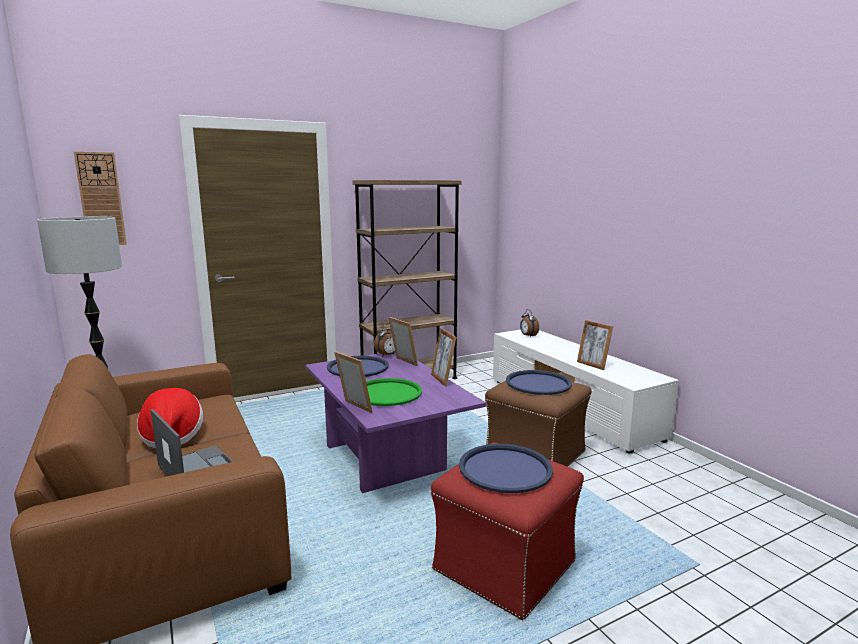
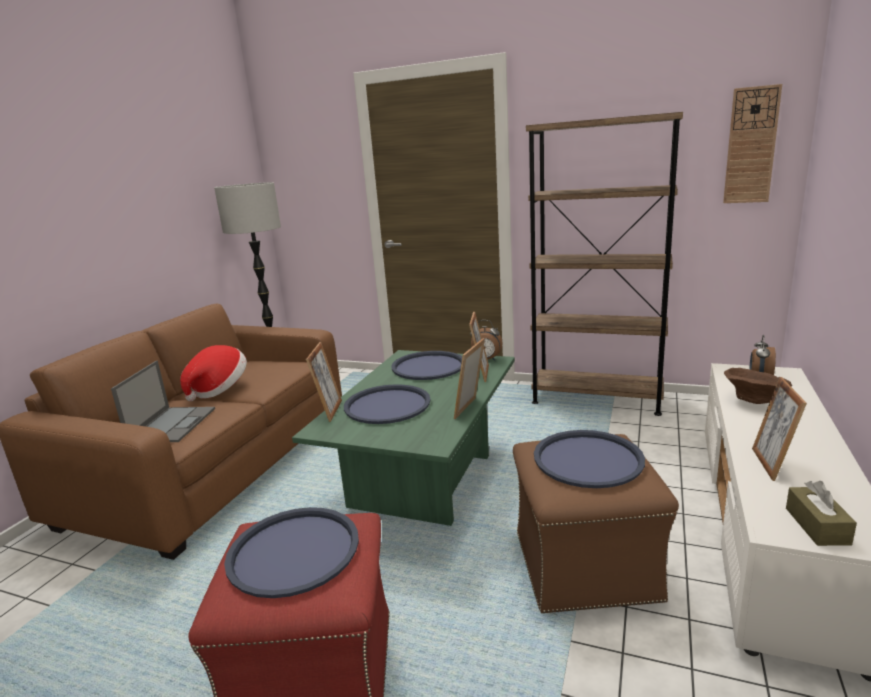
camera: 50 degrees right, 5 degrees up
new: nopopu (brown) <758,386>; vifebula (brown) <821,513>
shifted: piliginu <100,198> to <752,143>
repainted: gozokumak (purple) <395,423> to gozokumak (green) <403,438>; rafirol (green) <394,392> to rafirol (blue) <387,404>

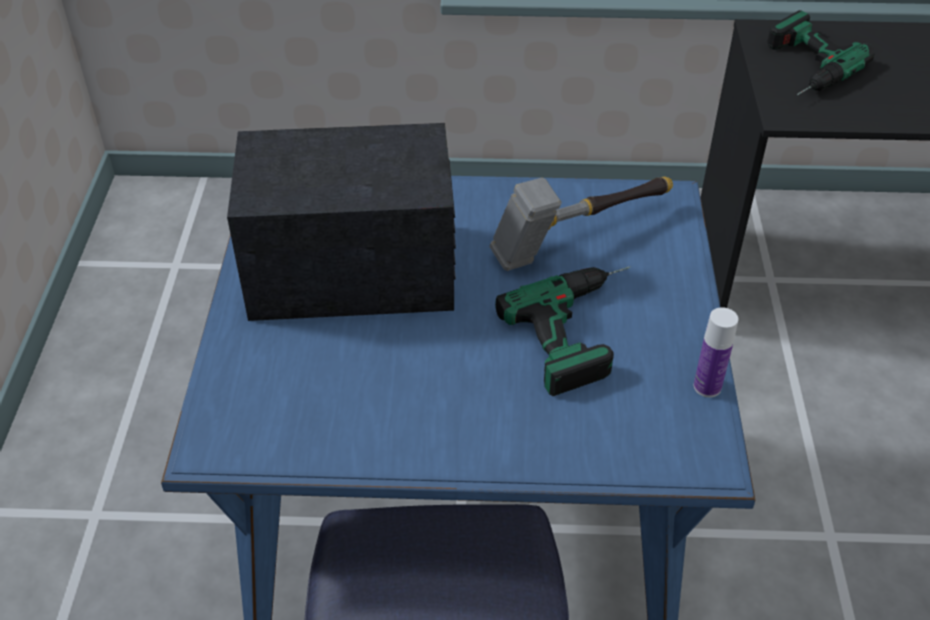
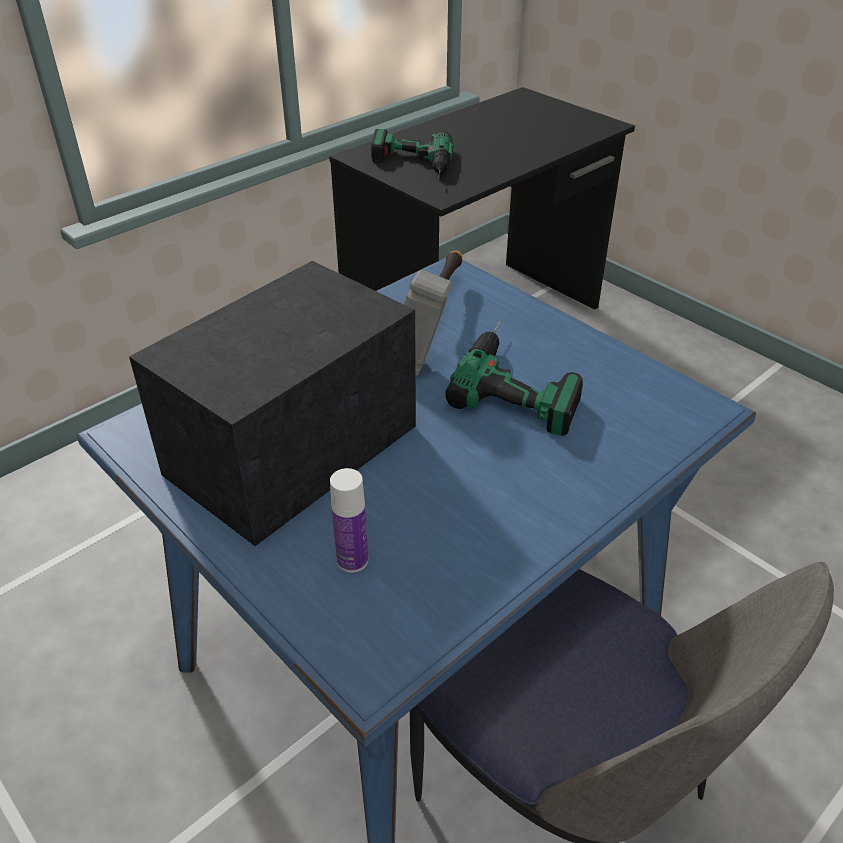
camera: 45 degrees left, 5 degrees down
shifted: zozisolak <716,352> to <349,520>

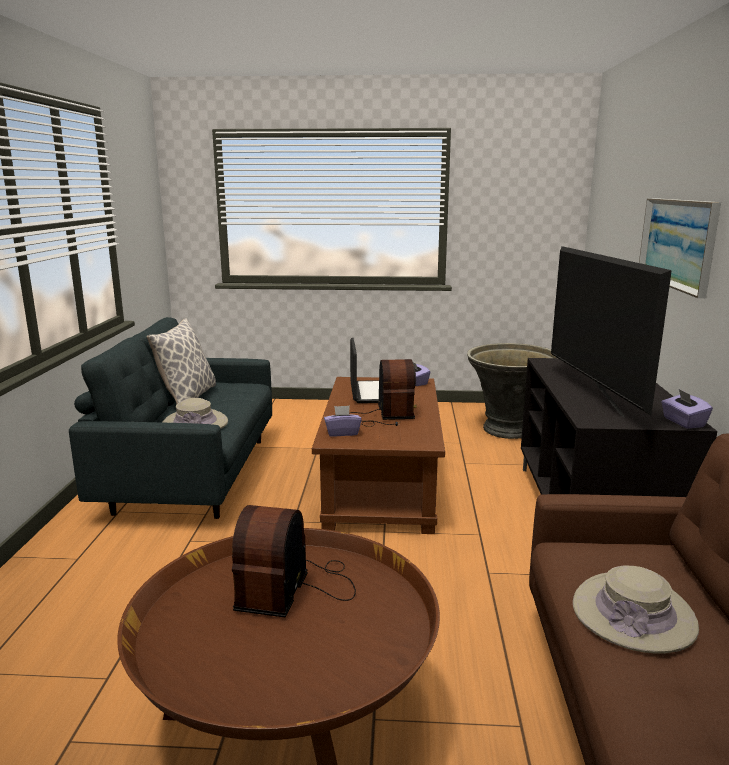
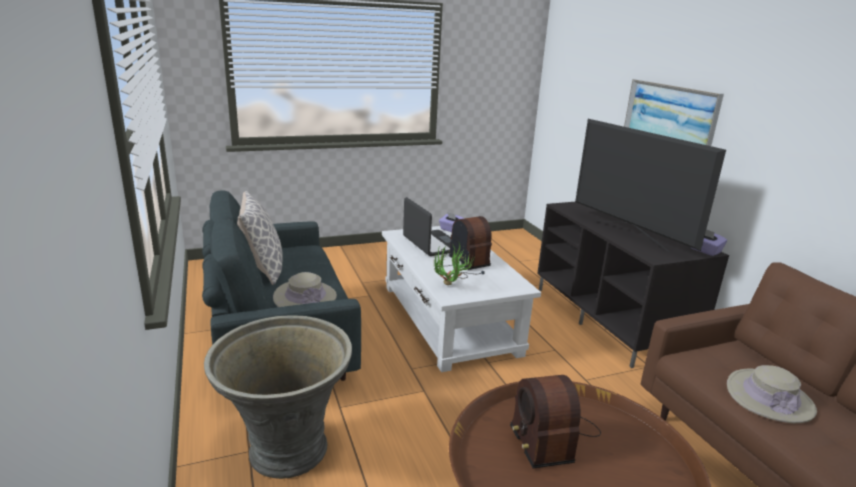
camera: 25 degrees left, 5 degrees up
shifted: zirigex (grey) <512,391> to <278,397>
swapped: vifebula (purple) <343,421> to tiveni <453,264>
repainted: gozokumak (brown) <378,455> to gozokumak (white) <461,299>

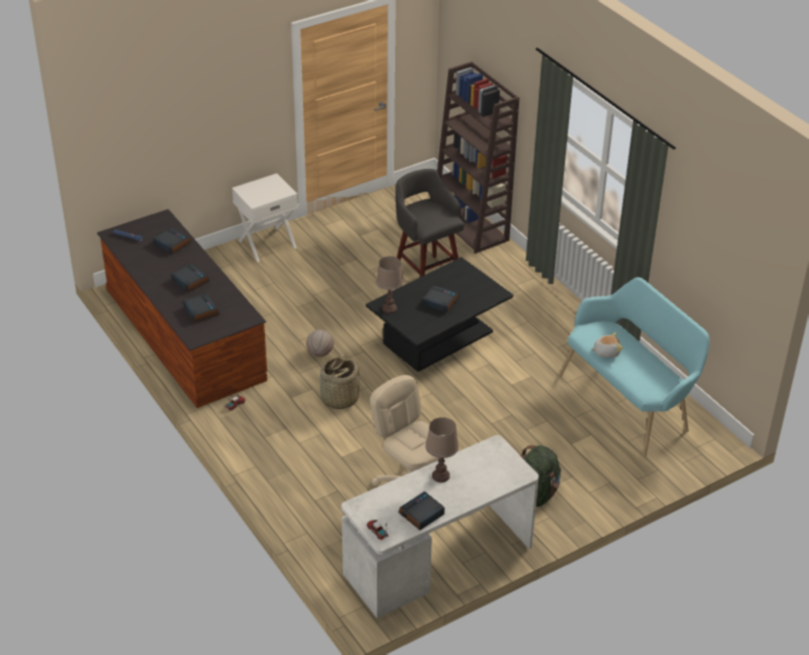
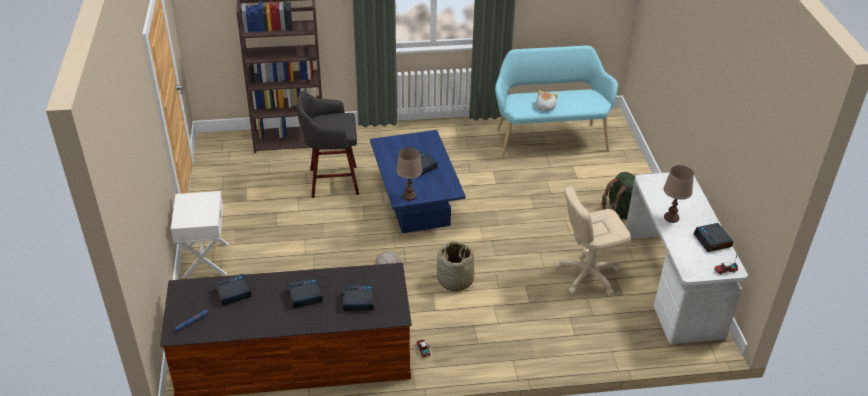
camera: 65 degrees left, 0 degrees up
repainted: gozokumak (black) <439,314> to gozokumak (blue) <418,181>

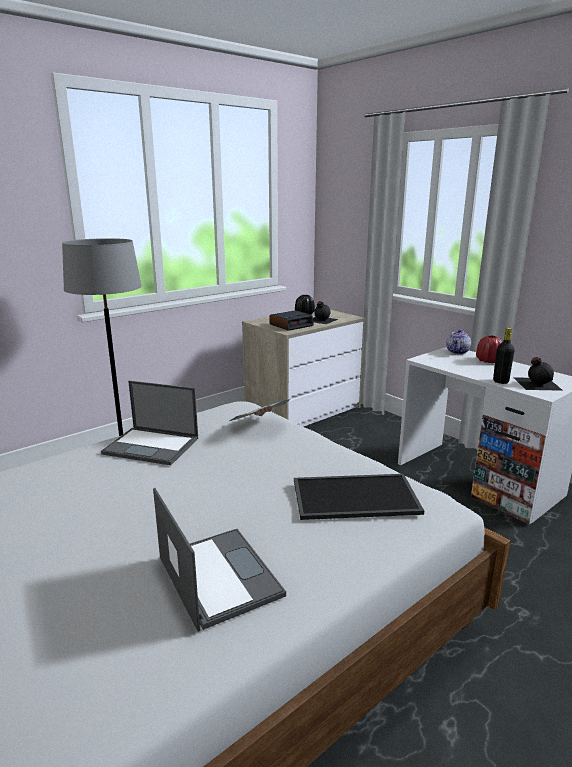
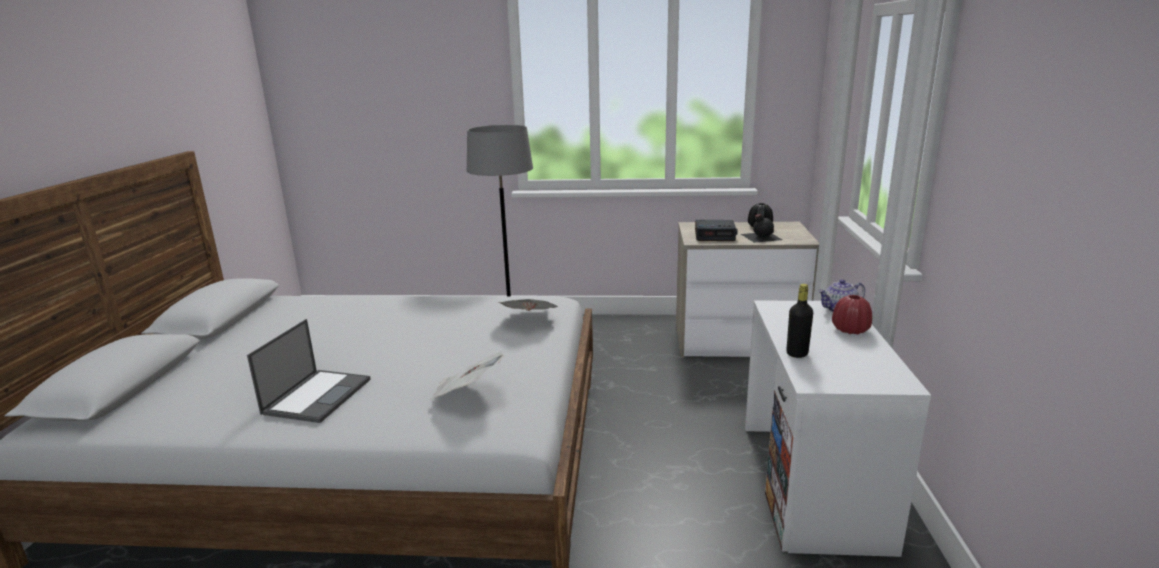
camera: 45 degrees right, 0 degrees up
gone: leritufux <149,423>; zozisolak (black) <538,374>
swapped: rafirol <359,497> to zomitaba <467,375>

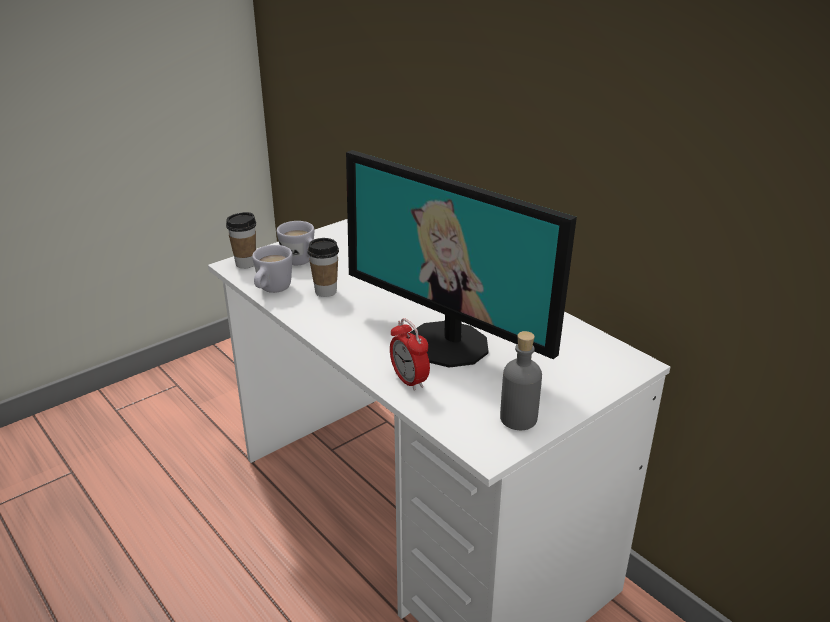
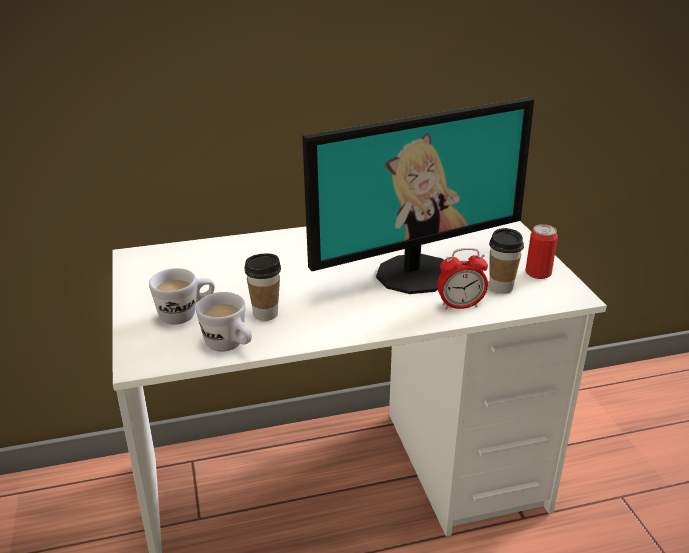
camera: 65 degrees left, 0 degrees up
shifted: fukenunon <241,240> to <506,261>
swapped: zozisolak (grey) <521,380> to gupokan <541,251>

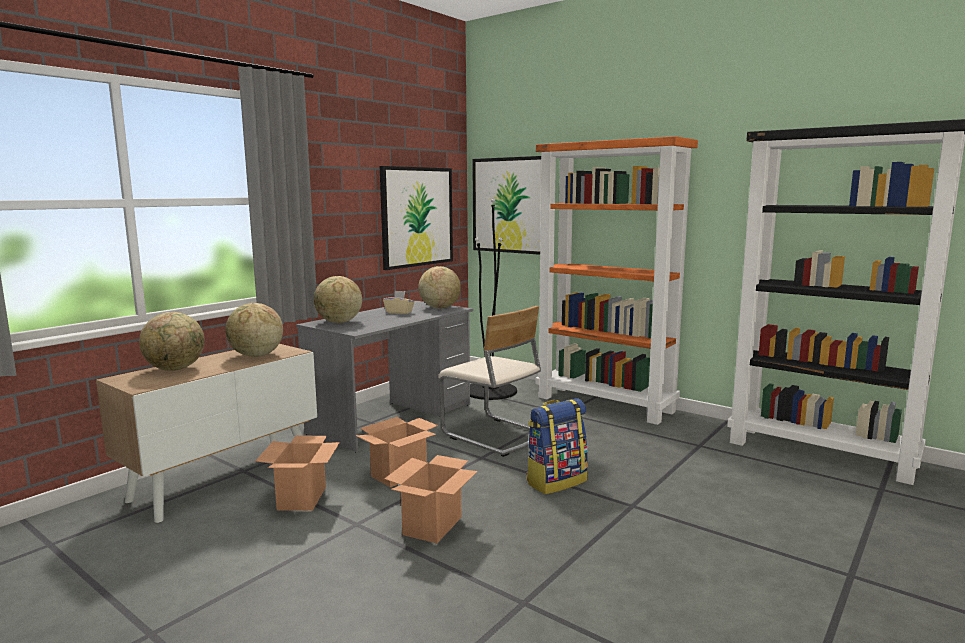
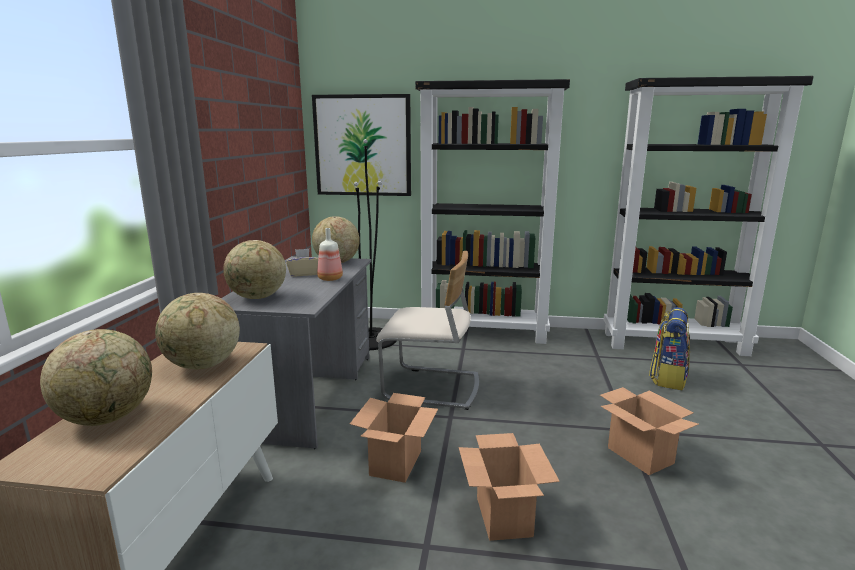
camera: 30 degrees left, 5 degrees up
gone: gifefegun <416,218>
new: zozisolak <330,254>
shifted: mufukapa <298,473> to <649,431>; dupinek <557,446> to <669,348>
repainted: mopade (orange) <617,280> to mopade (black) <492,211>

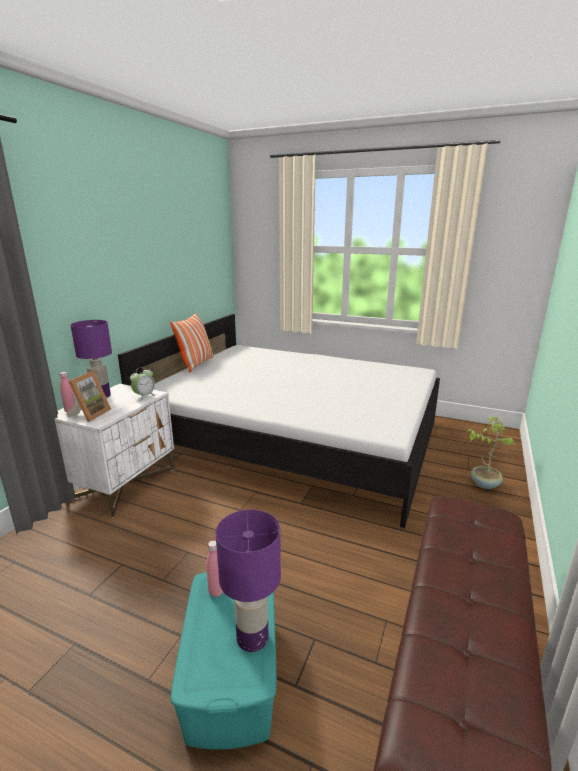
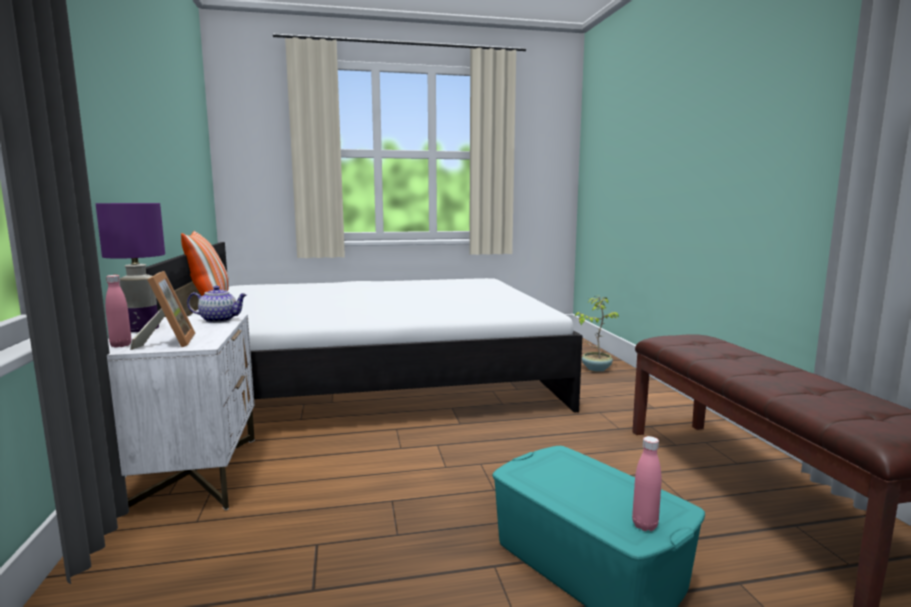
camera: 35 degrees left, 10 degrees down
gone: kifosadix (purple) <248,581>
shifted: zozisolak (pink) <214,569> to <647,483>
swapped: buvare <143,384> to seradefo <217,304>

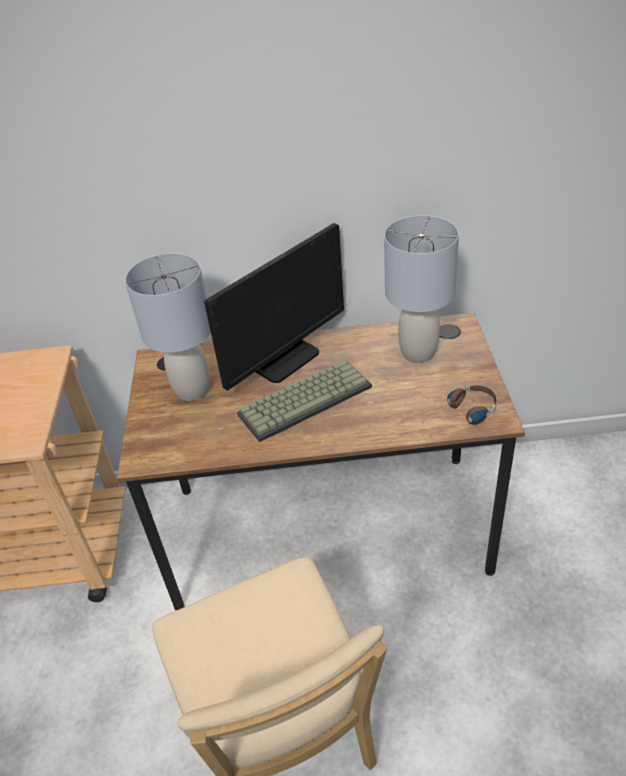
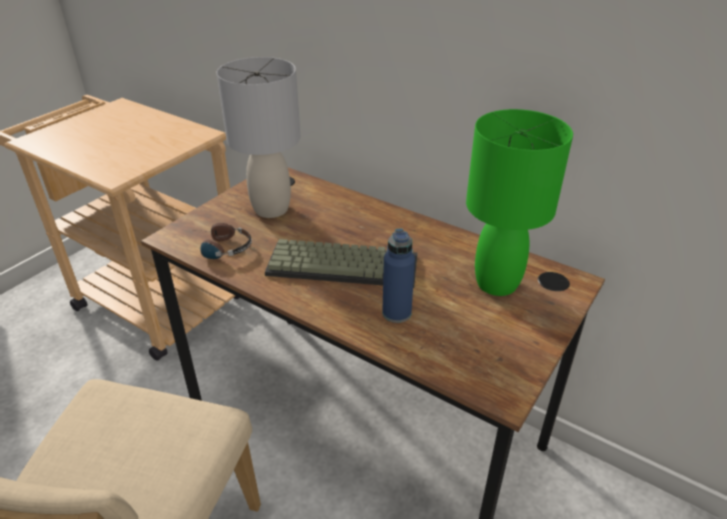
camera: 35 degrees right, 5 degrees down
gone: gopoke <274,307>
new: zozisolak (blue) <398,276>
shifted: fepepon <465,405> to <224,241>
repainted: kifosadix (grey) <421,289> to kifosadix (green) <519,202>

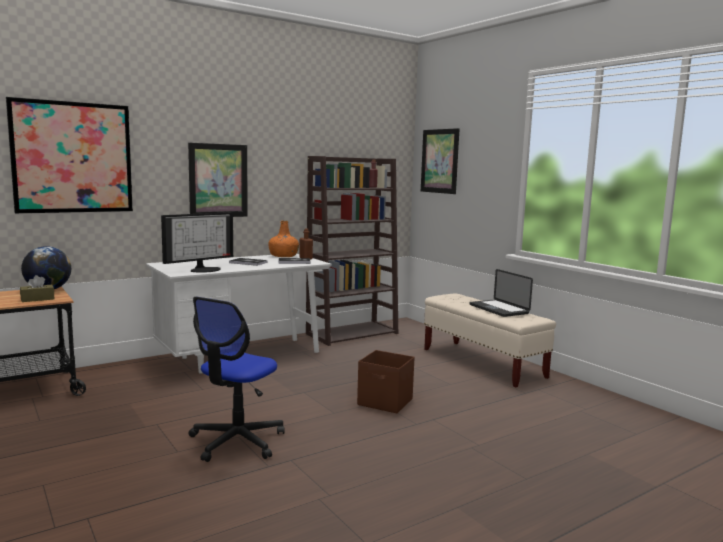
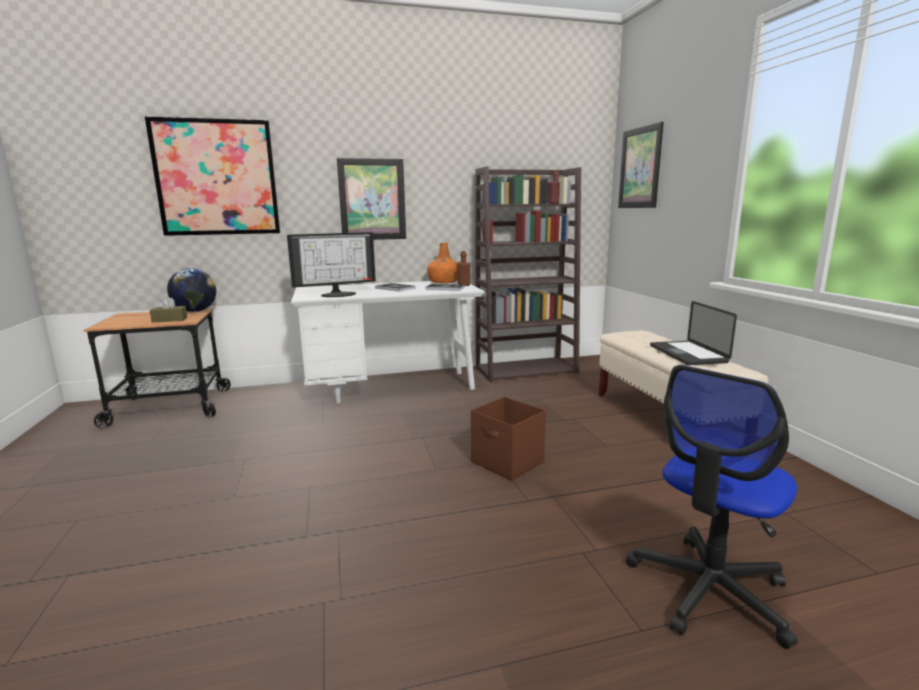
camera: 20 degrees right, 5 degrees up
shifted: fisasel <236,379> to <711,507>

